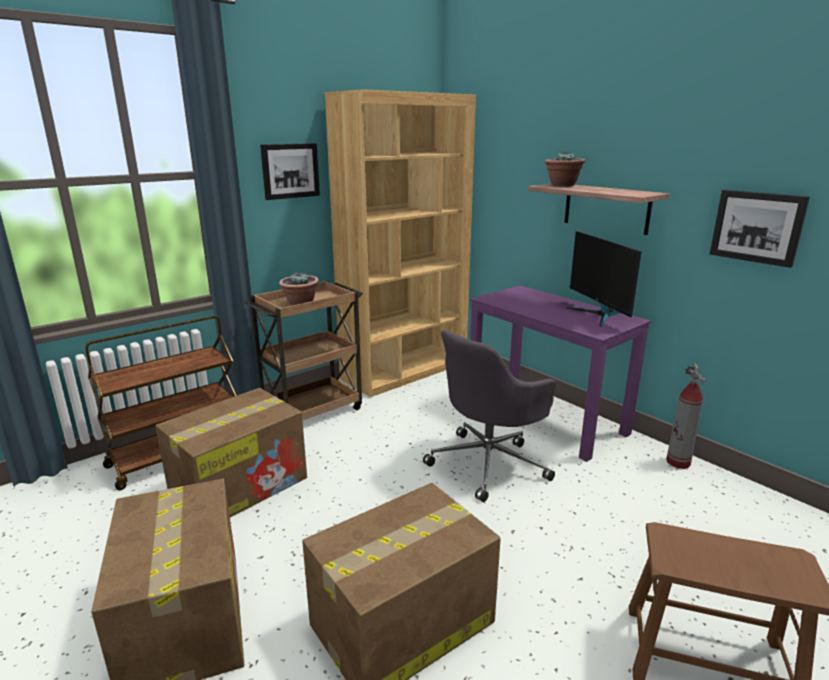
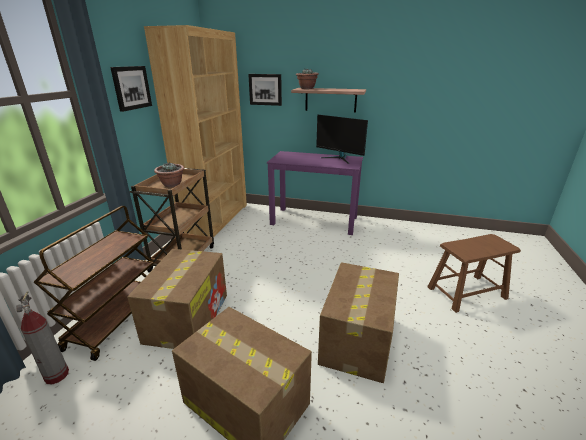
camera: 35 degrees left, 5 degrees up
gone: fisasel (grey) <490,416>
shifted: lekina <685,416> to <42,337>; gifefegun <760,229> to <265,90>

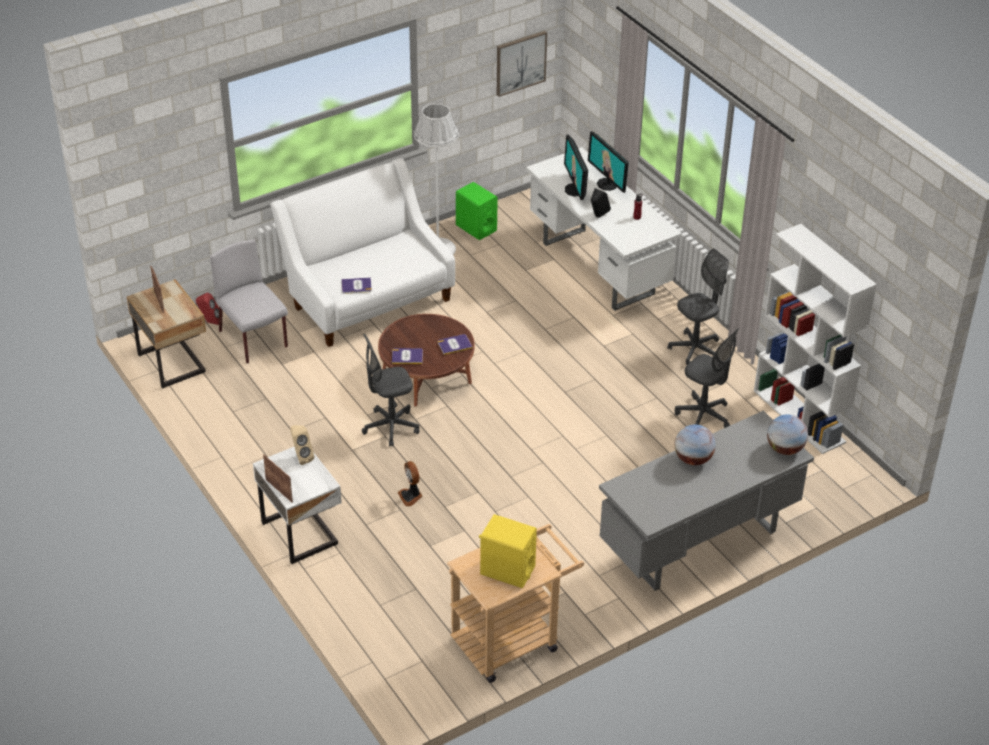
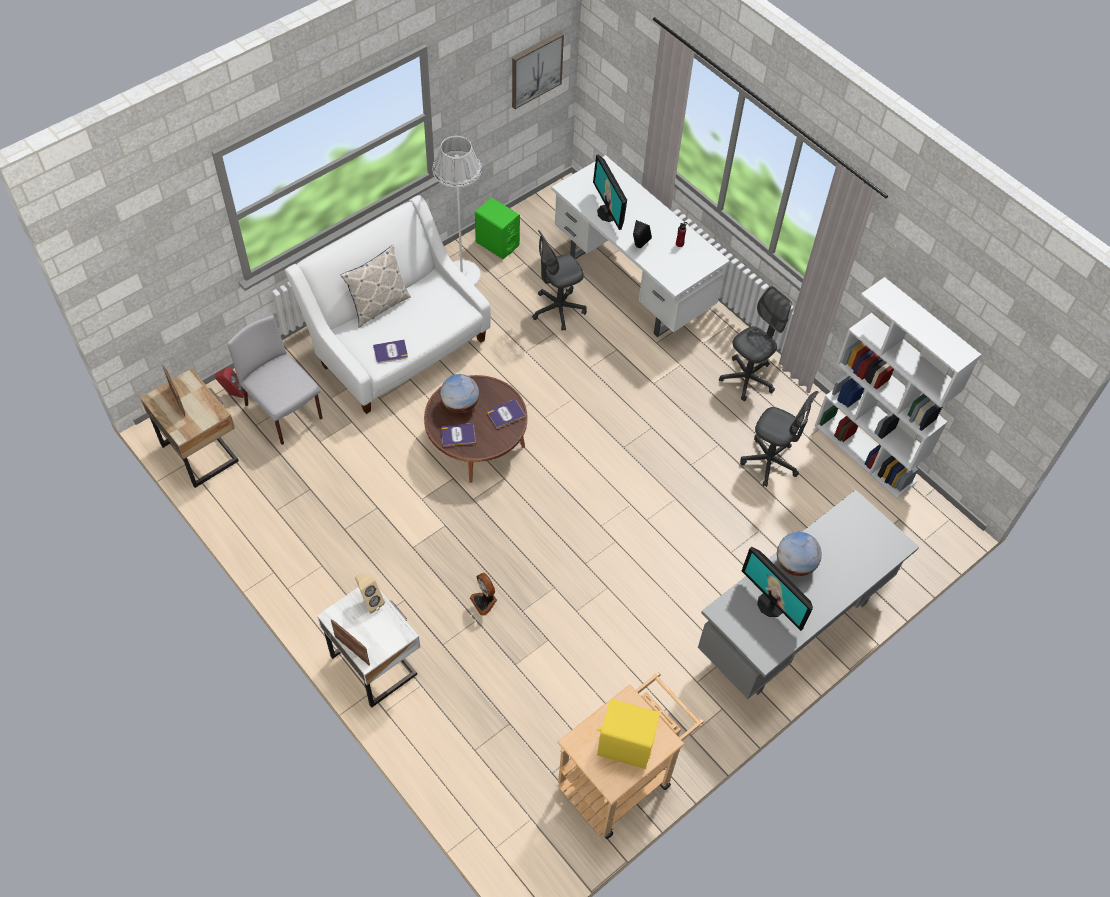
camera: 10 degrees left, 15 degrees up
new: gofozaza <375,286>
shifted: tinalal <787,434> to <459,393>; fisasel (grey) <391,390> to <559,280>; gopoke <608,162> to <777,589>

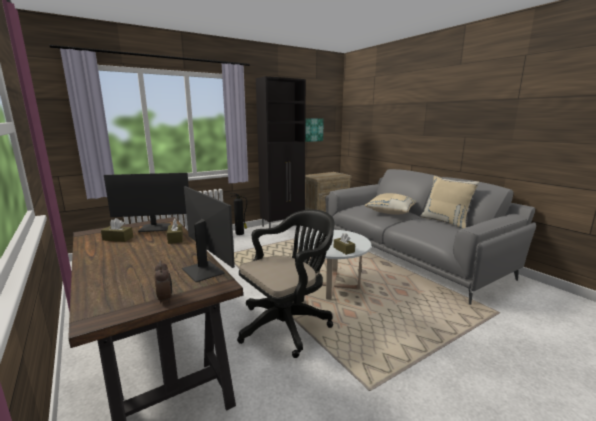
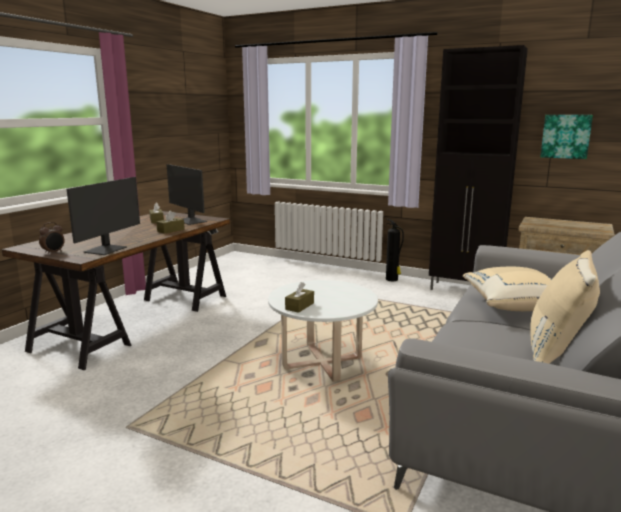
camera: 60 degrees right, 0 degrees up
gone: fisasel (black) <285,284>

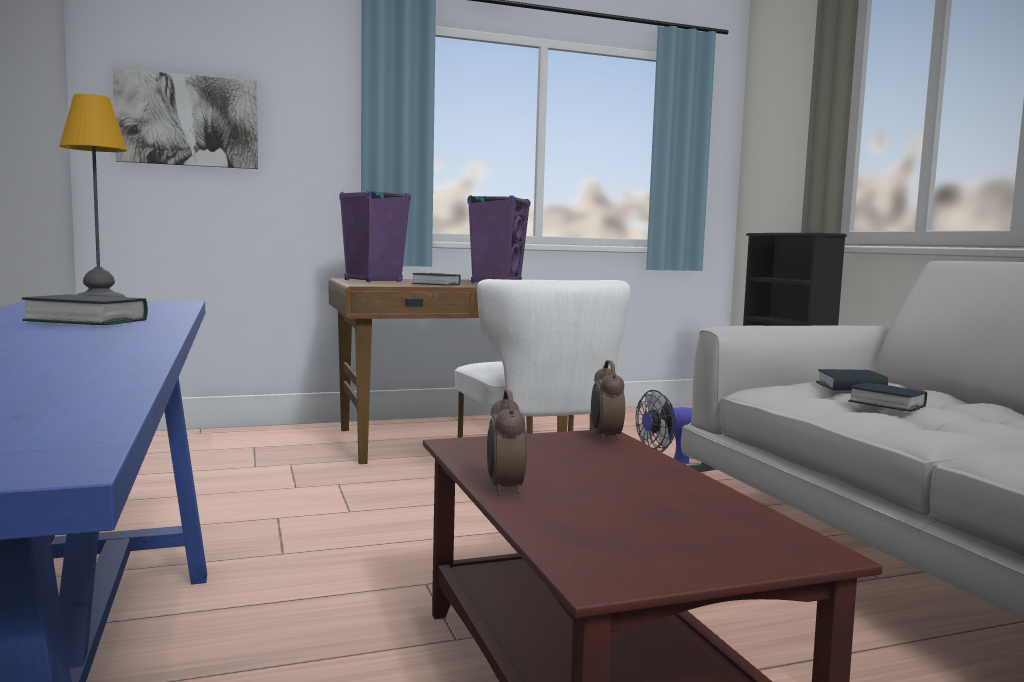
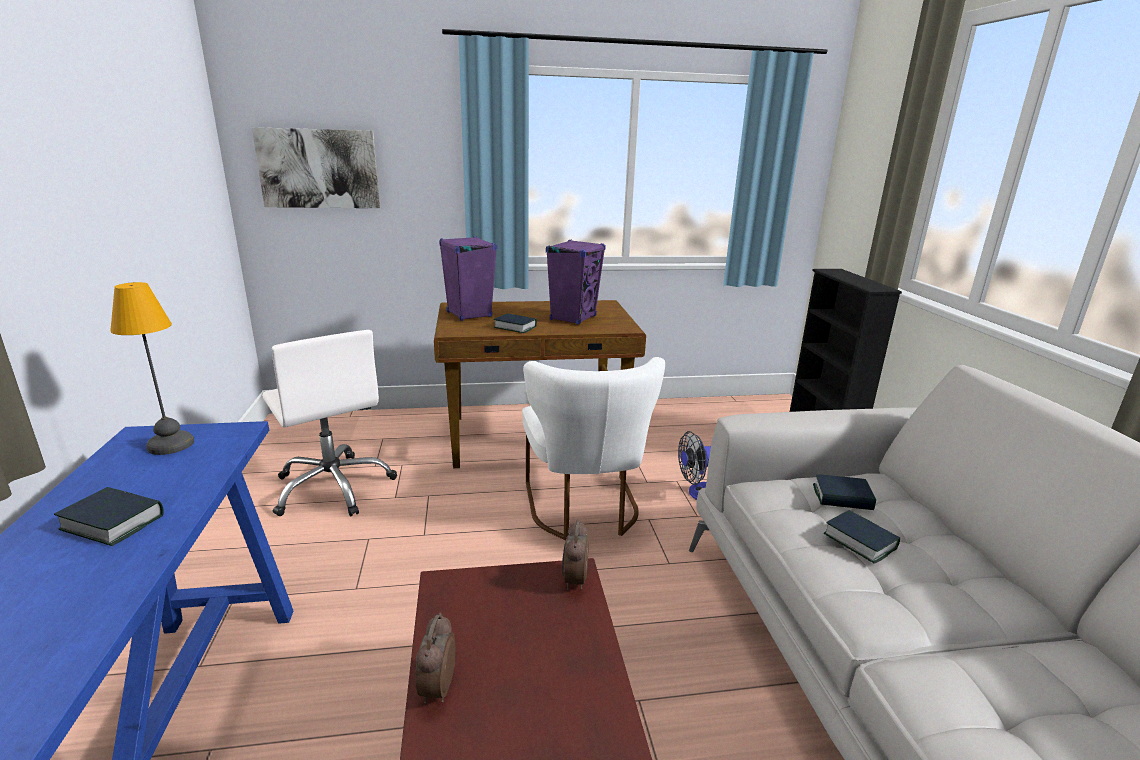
camera: 10 degrees right, 15 degrees up
new: fisasel (white) <329,423>

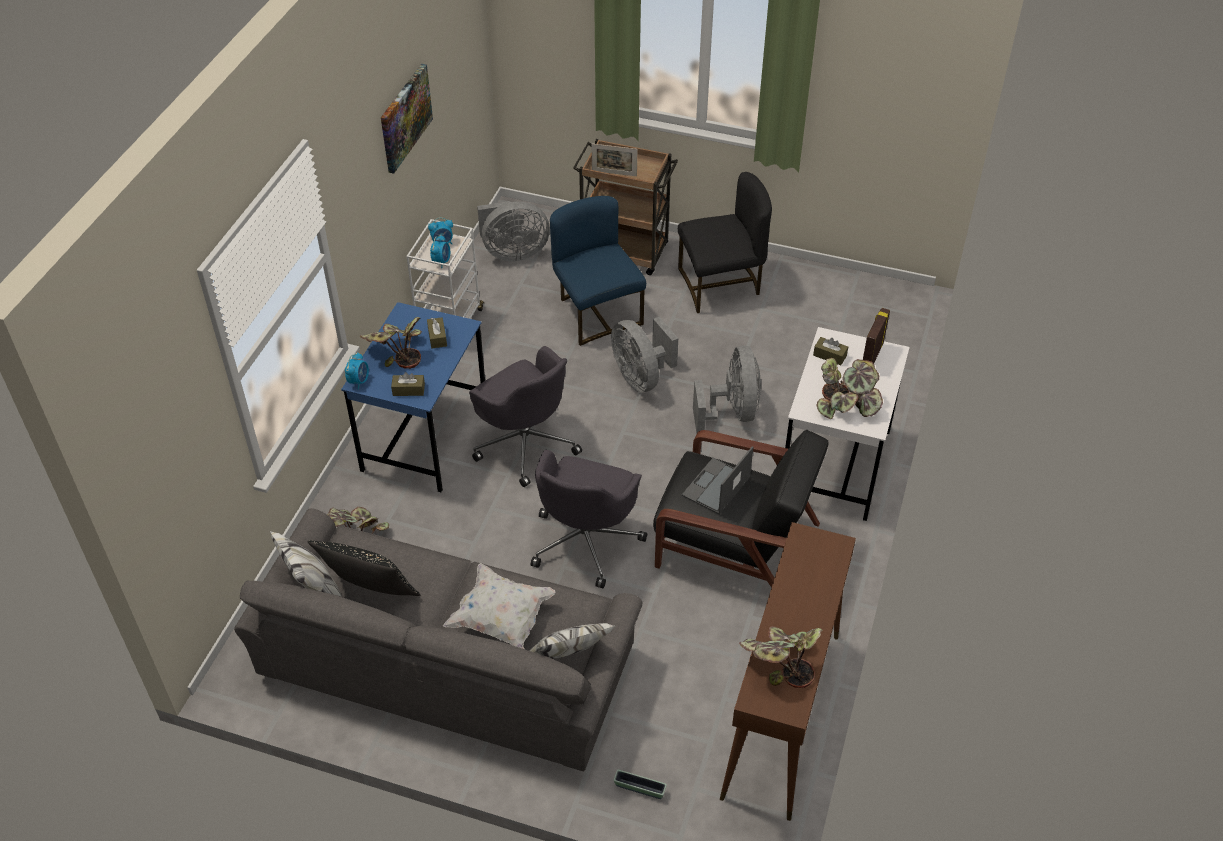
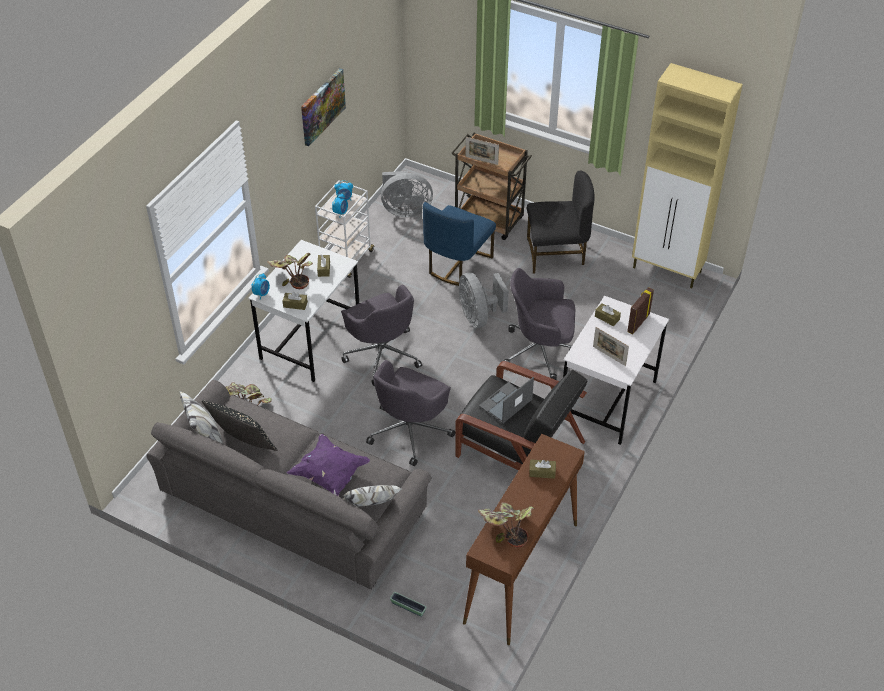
camera: 10 degrees right, 0 degrees up
new: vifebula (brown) <542,469>; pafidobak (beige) <687,175>
swapped: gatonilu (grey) <727,389> to fisasel (grey) <539,324>; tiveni <850,388> to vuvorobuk <611,346>
repainted: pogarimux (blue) <413,397> to pogarimux (white) <303,311>; gofozaza (white) <499,606> to gofozaza (purple) <328,465>
rotated: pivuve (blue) <598,271> = <459,244> 135 degrees counterclockwise

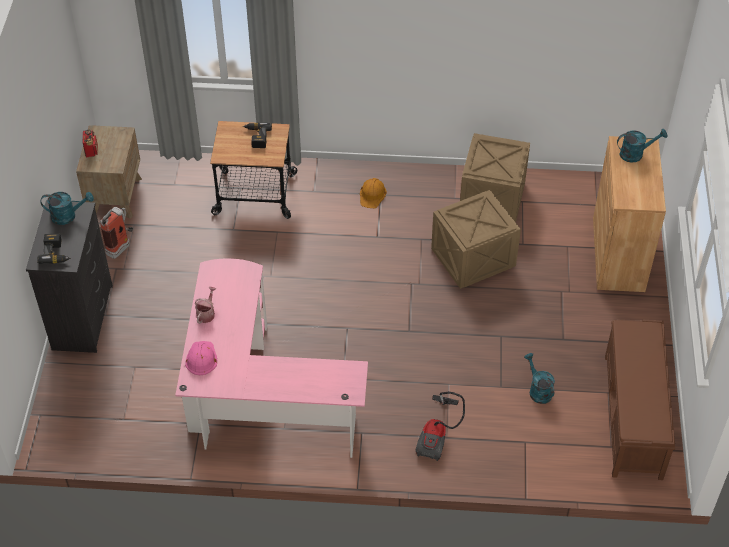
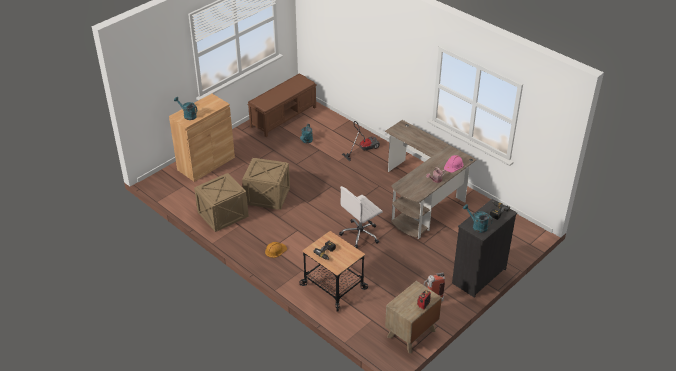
camera: 140 degrees left, 10 degrees down
new: fisasel (white) <361,217>
repainted: pogarimux (pink) <271,358> to pogarimux (brown) <430,179>

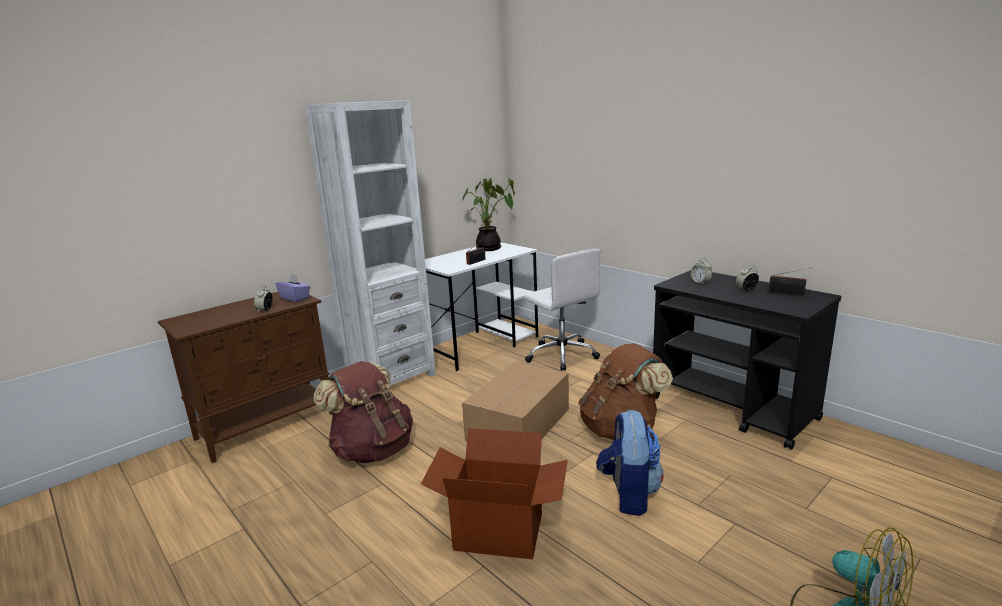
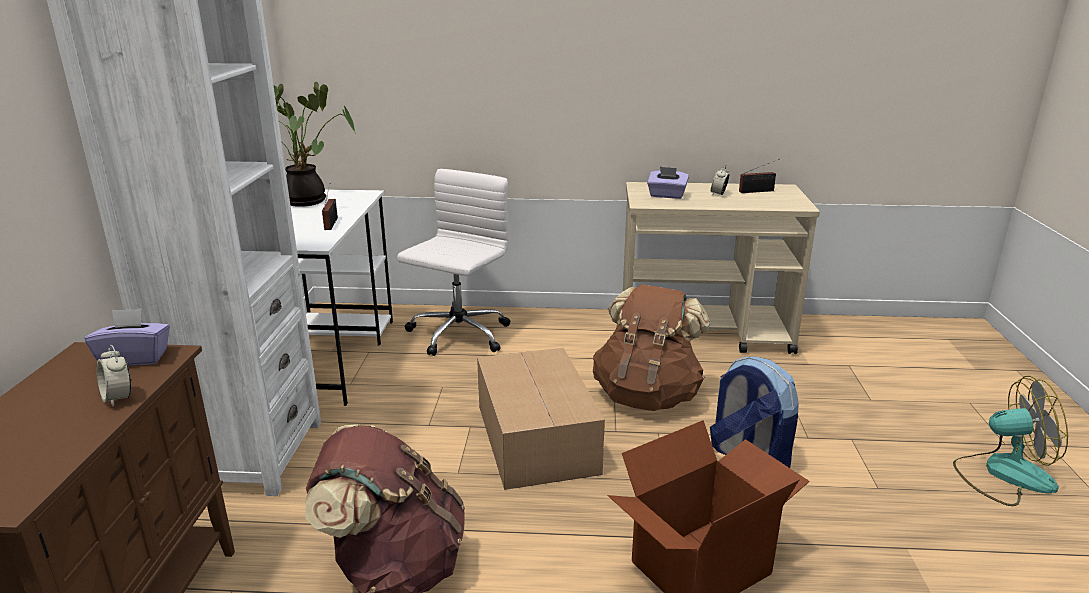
camera: 45 degrees left, 5 degrees up
swapped: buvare <701,271> to vifebula (purple) <668,182>
repainted: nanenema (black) <747,360> to nanenema (beige) <721,268>
rotated: fisasel (white) <561,309> = <453,262> 75 degrees counterclockwise

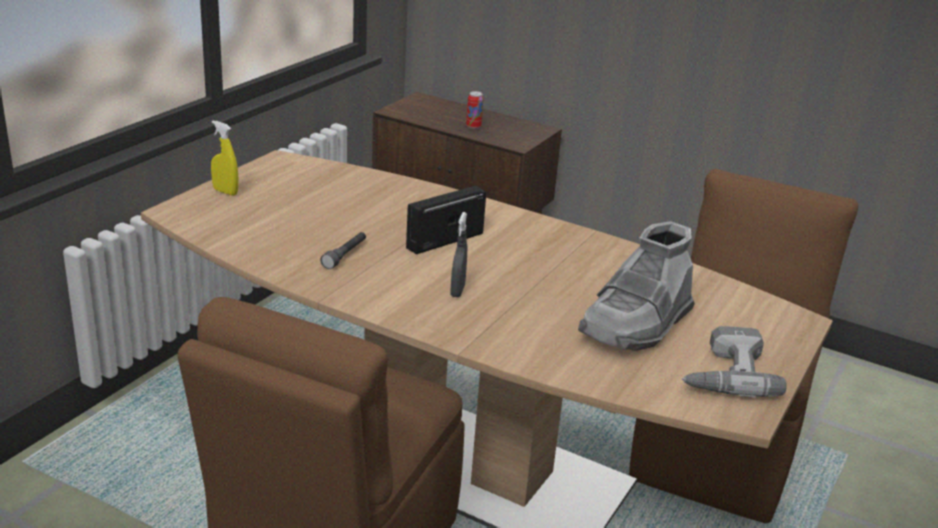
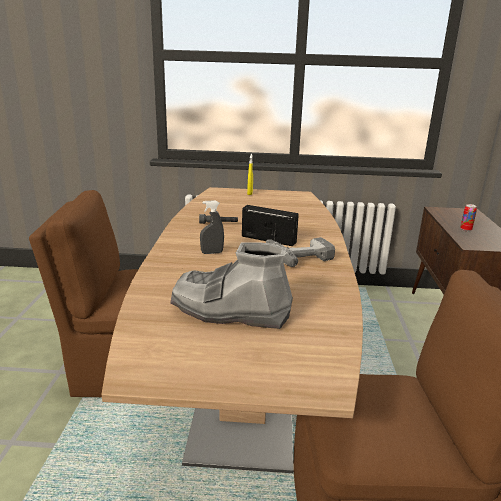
camera: 65 degrees right, 5 degrees down
shifted: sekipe <734,361> to <300,252>

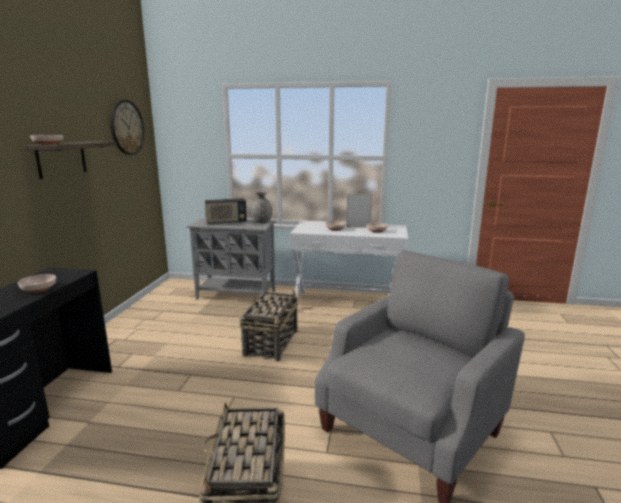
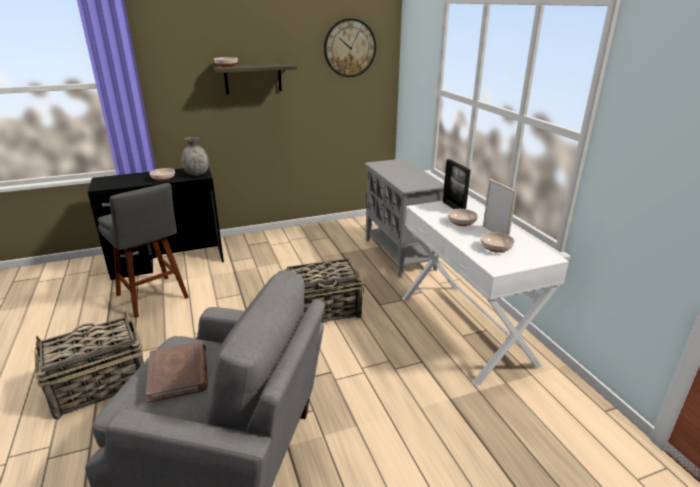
camera: 60 degrees right, 10 degrees up
gone: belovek <226,211>
new: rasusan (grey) <143,250>; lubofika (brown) <177,372>; vuvorobuk <457,184>
shifted: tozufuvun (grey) <261,207> to <195,156>

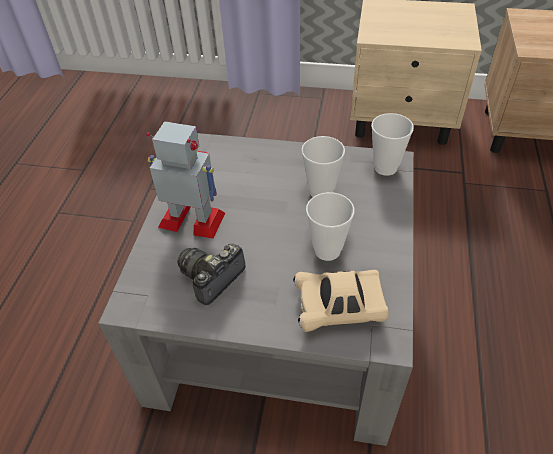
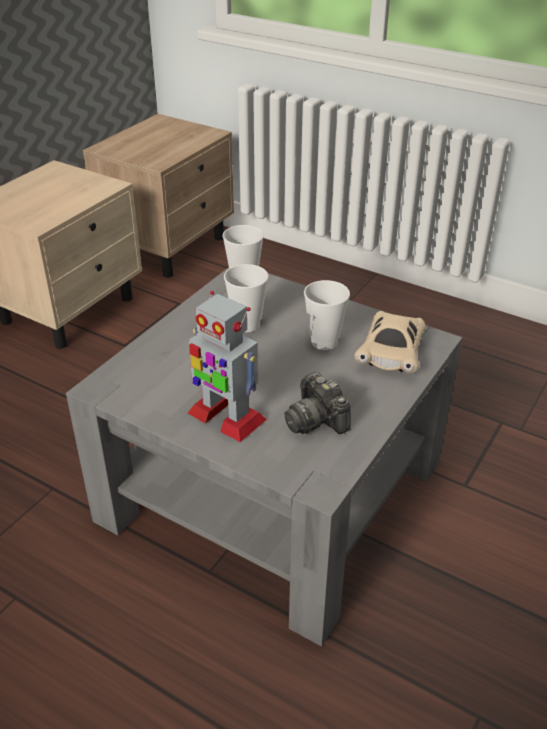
camera: 70 degrees left, 10 degrees down
rotated: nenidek <185,180> = <227,366> 90 degrees counterclockwise

